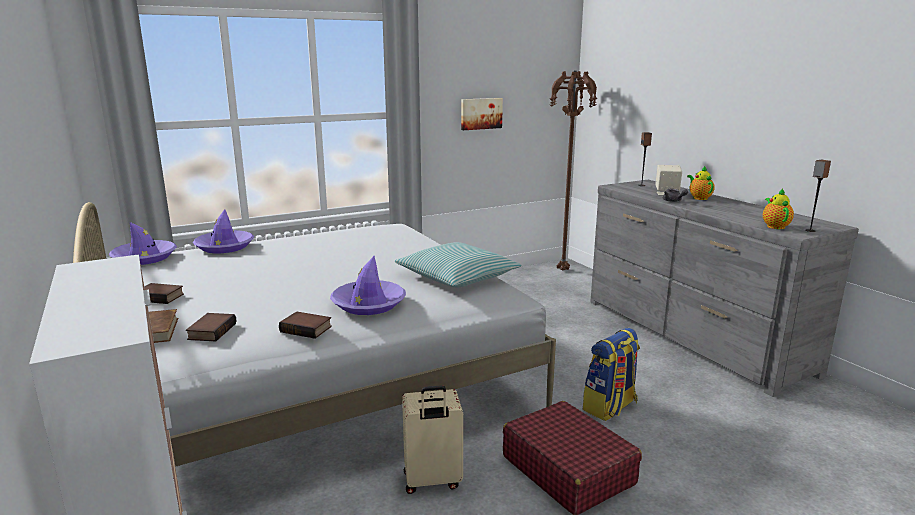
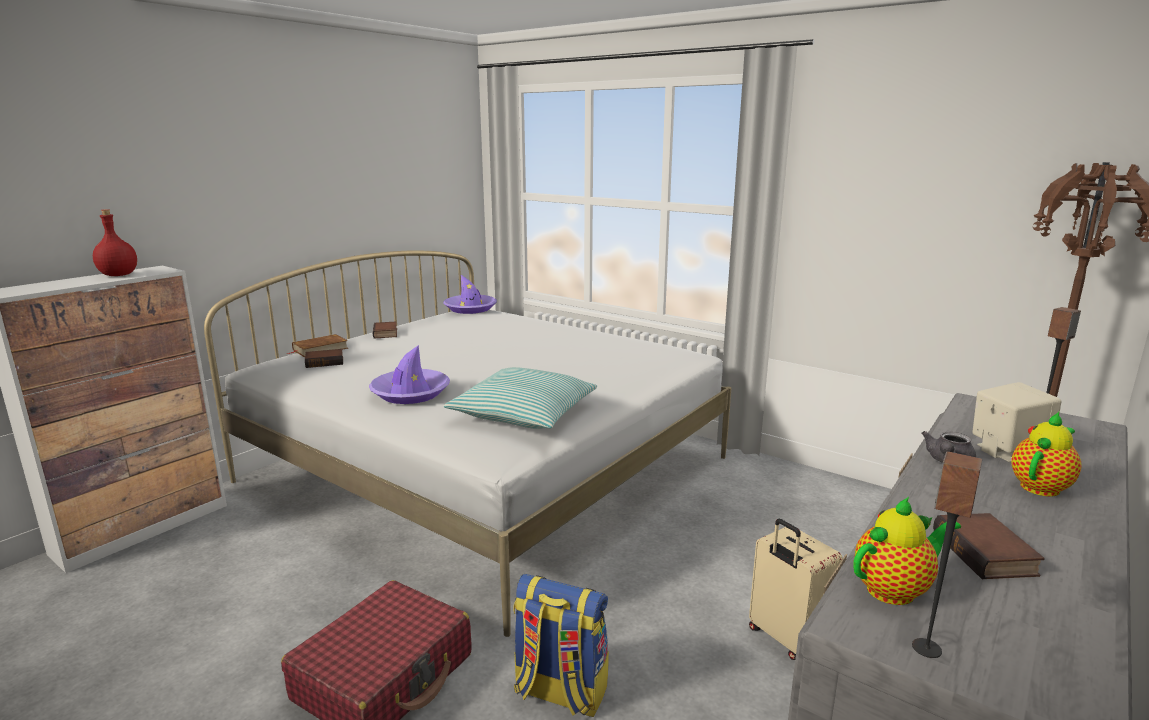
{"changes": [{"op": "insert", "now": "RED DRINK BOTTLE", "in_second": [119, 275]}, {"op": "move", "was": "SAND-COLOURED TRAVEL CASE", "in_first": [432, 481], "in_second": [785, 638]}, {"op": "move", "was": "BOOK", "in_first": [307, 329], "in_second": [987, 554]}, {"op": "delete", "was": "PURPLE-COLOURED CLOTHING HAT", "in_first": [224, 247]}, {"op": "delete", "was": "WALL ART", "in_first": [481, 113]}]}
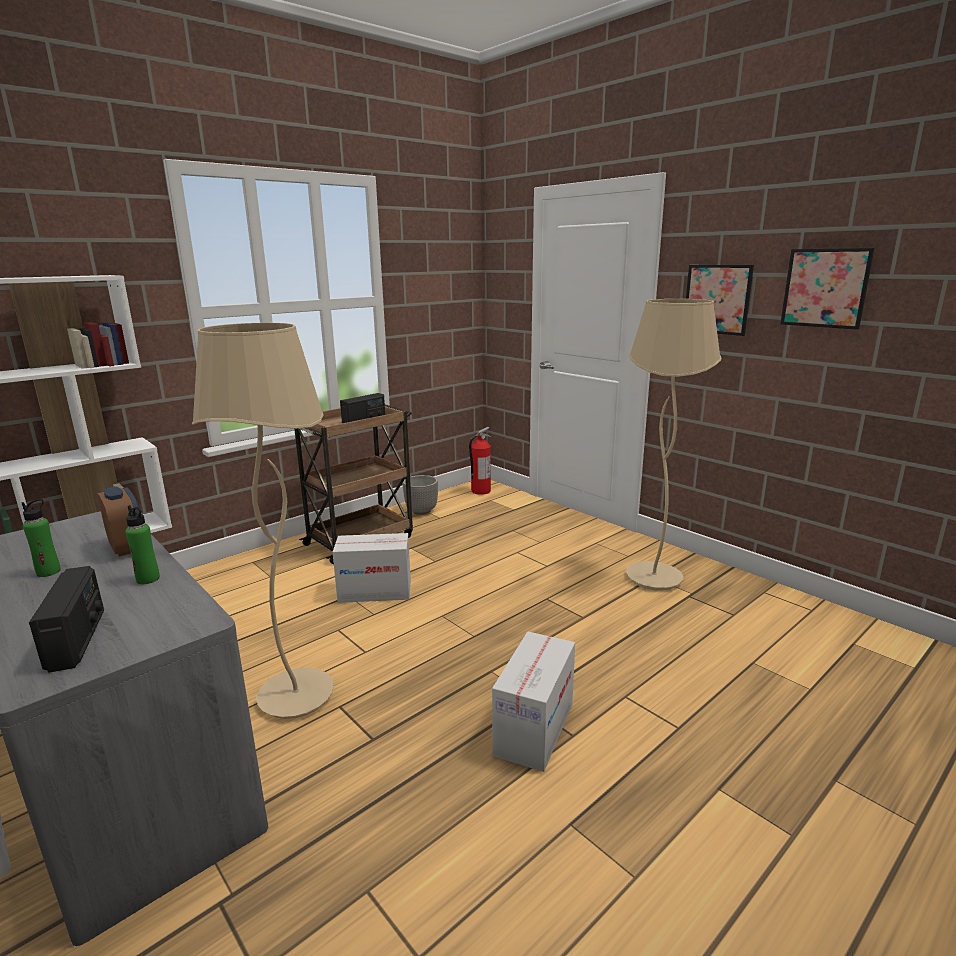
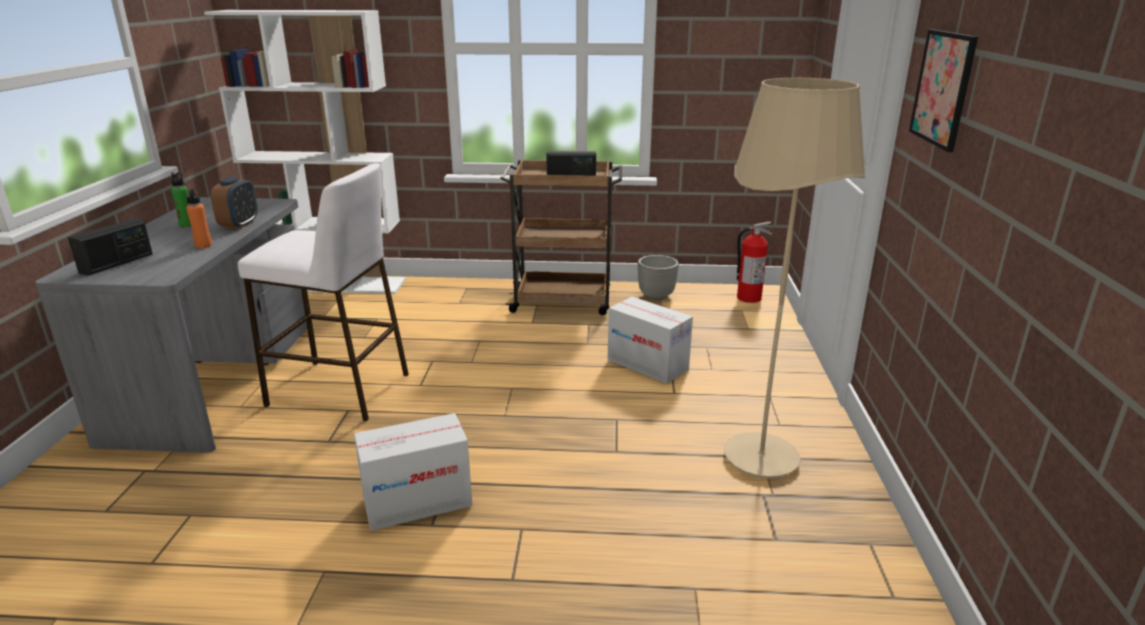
{"changes": [{"op": "recolor", "was": "GREEN-COLOURED DRINK BOTTLE", "now": "ORANGEY DRINK BOTTLE", "in_first": [148, 579], "in_second": [203, 245]}, {"op": "replace", "was": "SAND-COLOURED STANDARD LAMP", "now": "WHITISH SITTING STOOL", "in_first": [296, 696], "in_second": [340, 390]}, {"op": "move", "was": "CARTON", "in_first": [375, 591], "in_second": [648, 364]}, {"op": "delete", "was": "WALL ART", "in_first": [825, 288]}]}
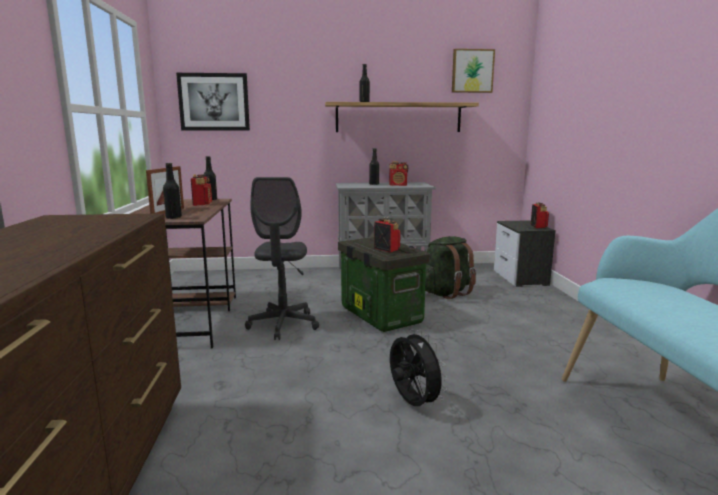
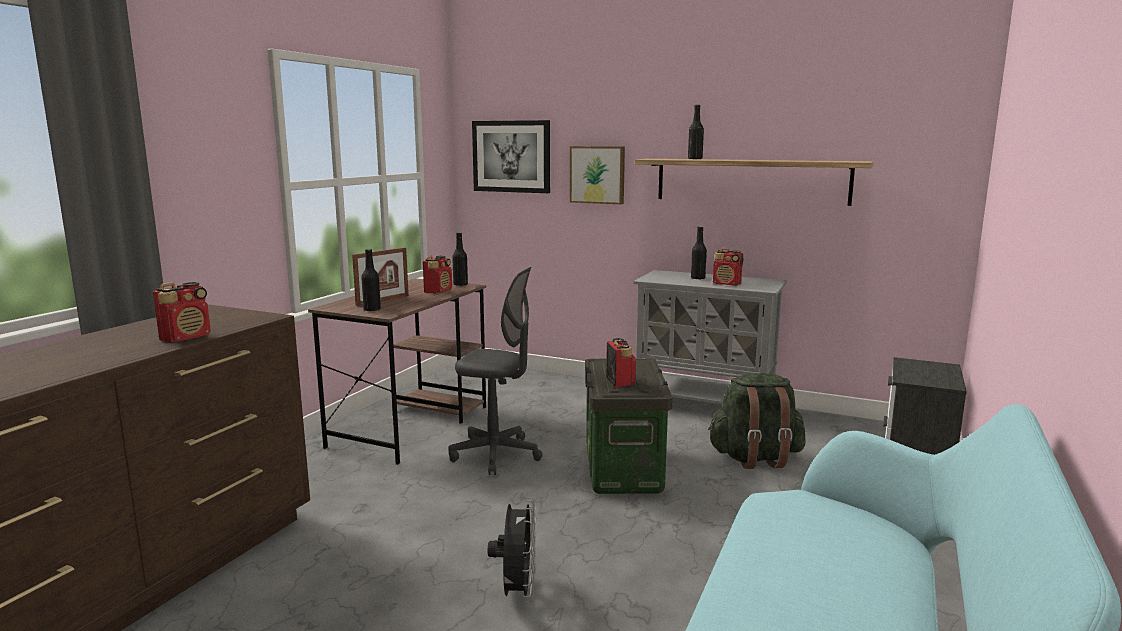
{"changes": [{"op": "move", "was": "RADIO SET", "in_first": [538, 226], "in_second": [187, 337]}, {"op": "rotate", "was": "GREY OFFICE CHAIR", "in_first": [283, 325], "in_second": [496, 455], "clockwise": -105}, {"op": "move", "was": "WALL ART", "in_first": [472, 71], "in_second": [597, 174]}]}
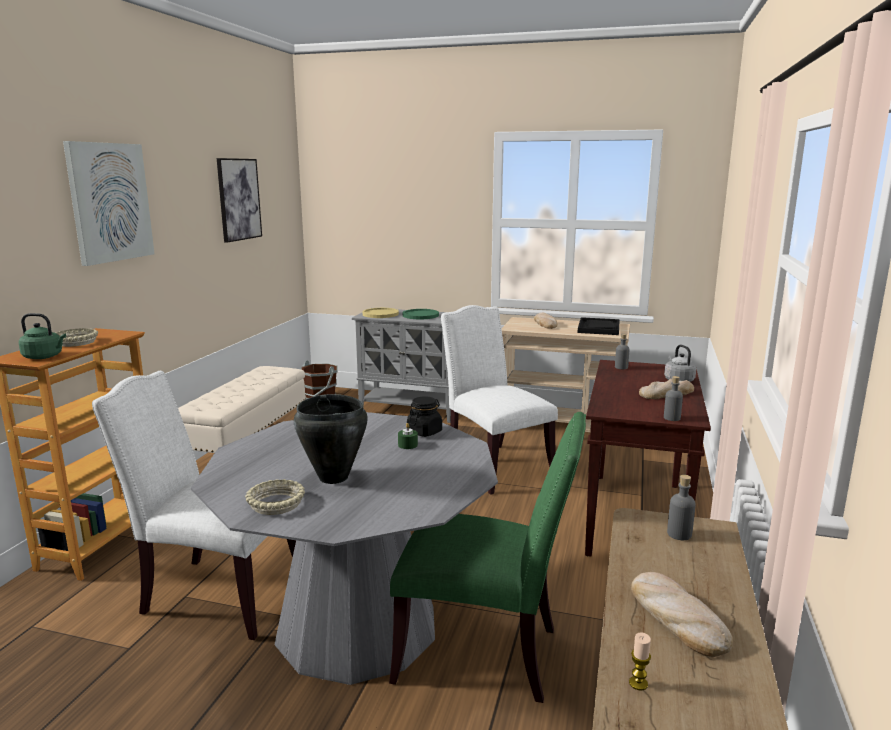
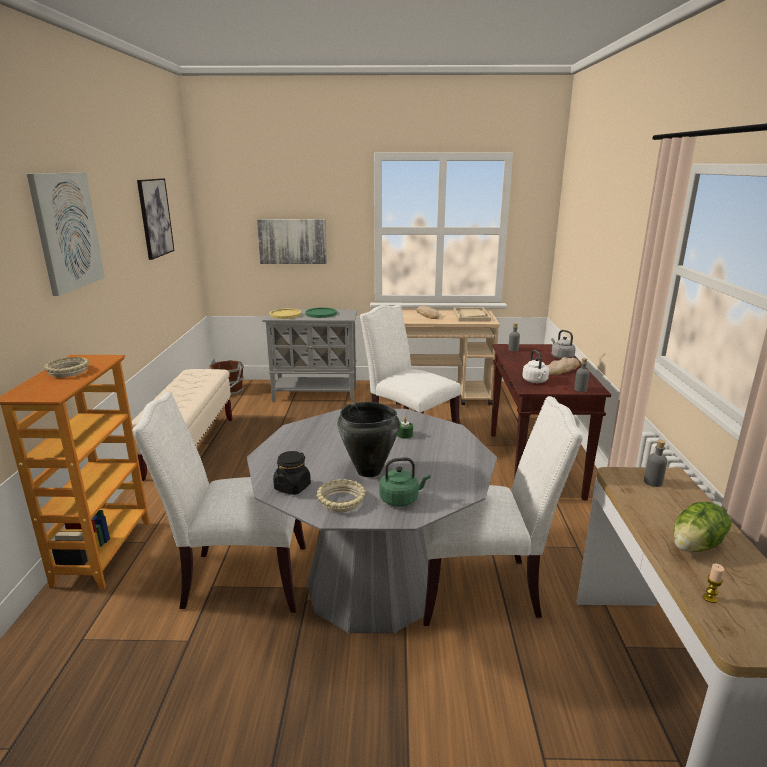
{"changes": [{"op": "insert", "now": "WALL ART", "in_second": [292, 241]}, {"op": "move", "was": "BLACK PRESERVE JAR", "in_first": [424, 432], "in_second": [292, 487]}, {"op": "move", "was": "GREEN-COLOURED KETTLE", "in_first": [45, 357], "in_second": [401, 499]}, {"op": "recolor", "was": "GREEN-COLOURED PLAIN CHAIR", "now": "WHITISH PLAIN CHAIR", "in_first": [485, 653], "in_second": [481, 587]}, {"op": "recolor", "was": "BLACK TRAY", "now": "SAND-COLOURED TRAY", "in_first": [598, 328], "in_second": [471, 316]}, {"op": "insert", "now": "WHITISH KETTLE", "in_second": [535, 381]}, {"op": "replace", "was": "BAKED BREAD", "now": "LETTUCE", "in_first": [676, 617], "in_second": [697, 545]}]}
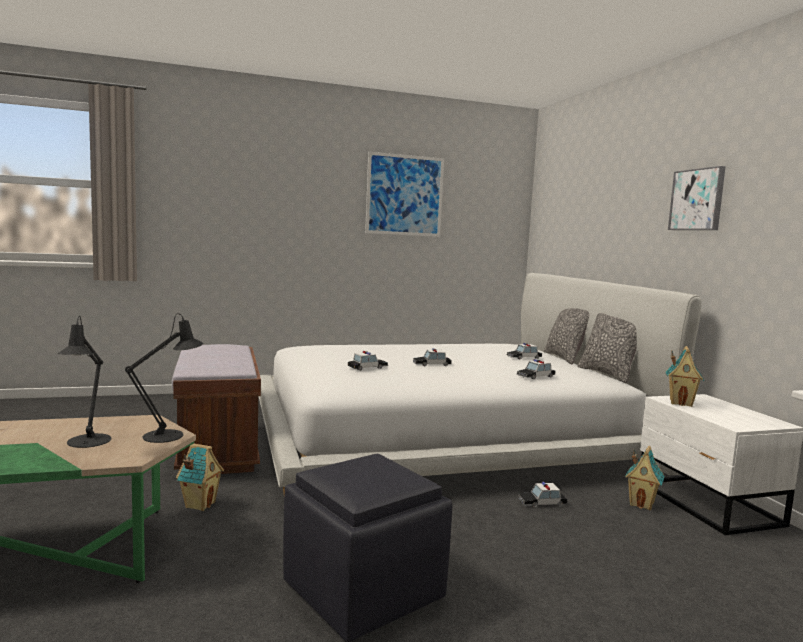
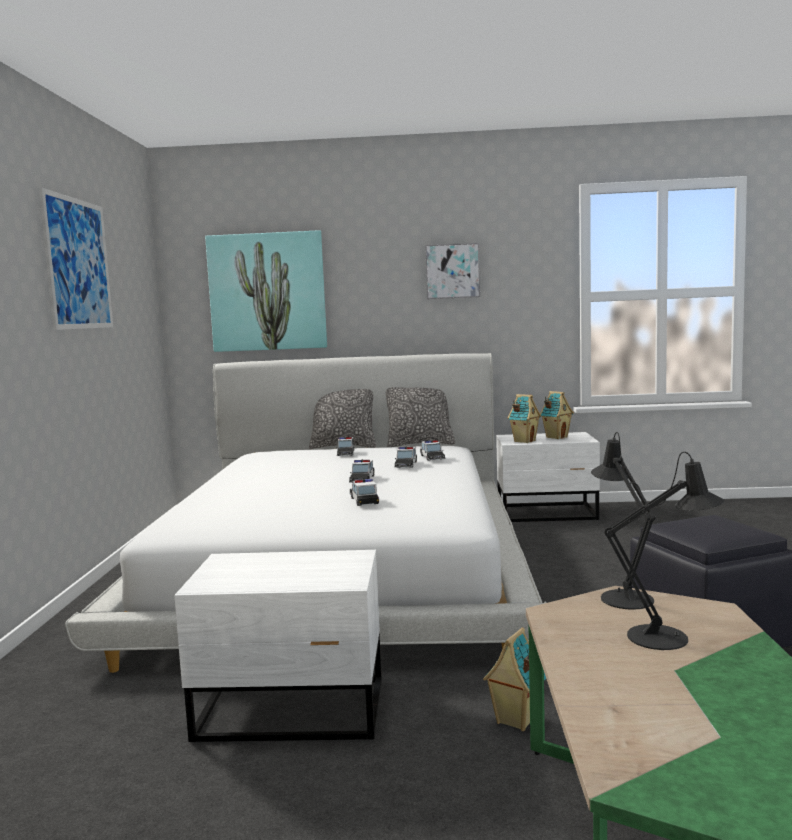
{"changes": [{"op": "replace", "was": "BROWNISH BENCH", "now": "WHITISH NIGHTSTAND", "in_first": [218, 448], "in_second": [293, 711]}, {"op": "insert", "now": "WALL ART", "in_second": [267, 292]}, {"op": "move", "was": "MODEL CAR", "in_first": [541, 503], "in_second": [406, 465]}, {"op": "move", "was": "TOY HOUSE", "in_first": [642, 504], "in_second": [556, 437]}]}
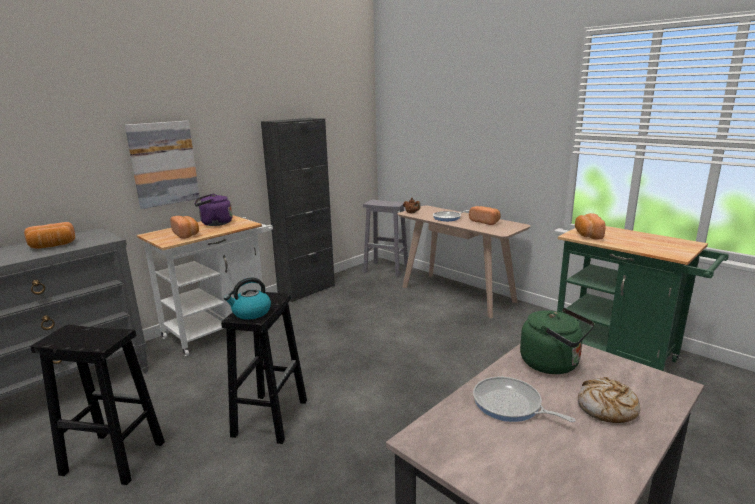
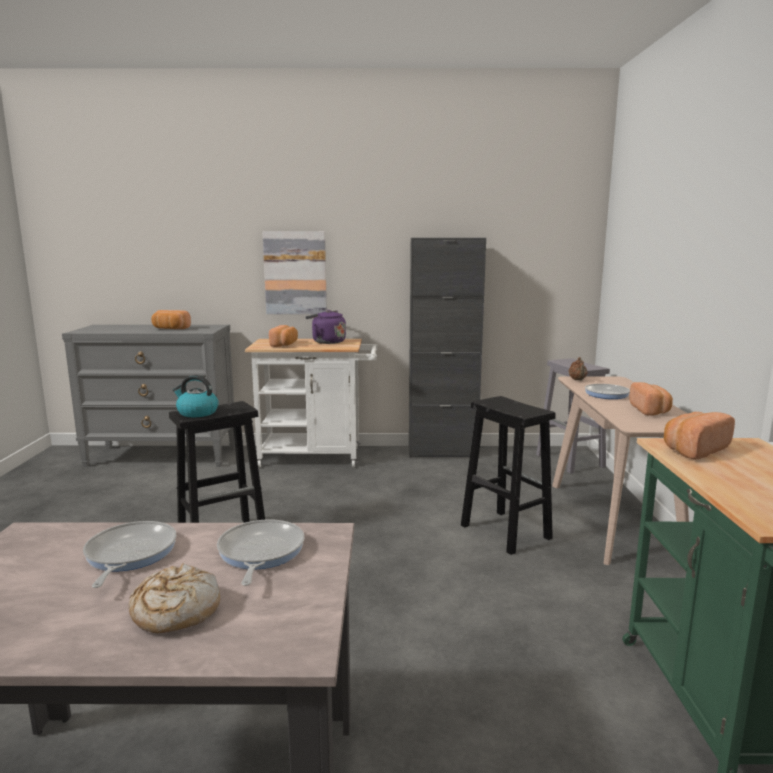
{"changes": [{"op": "replace", "was": "GREEN-COLOURED KETTLE", "now": "FRYING PAN", "in_first": [553, 364], "in_second": [260, 553]}, {"op": "move", "was": "BLACK SITTING STOOL", "in_first": [112, 458], "in_second": [504, 531]}]}
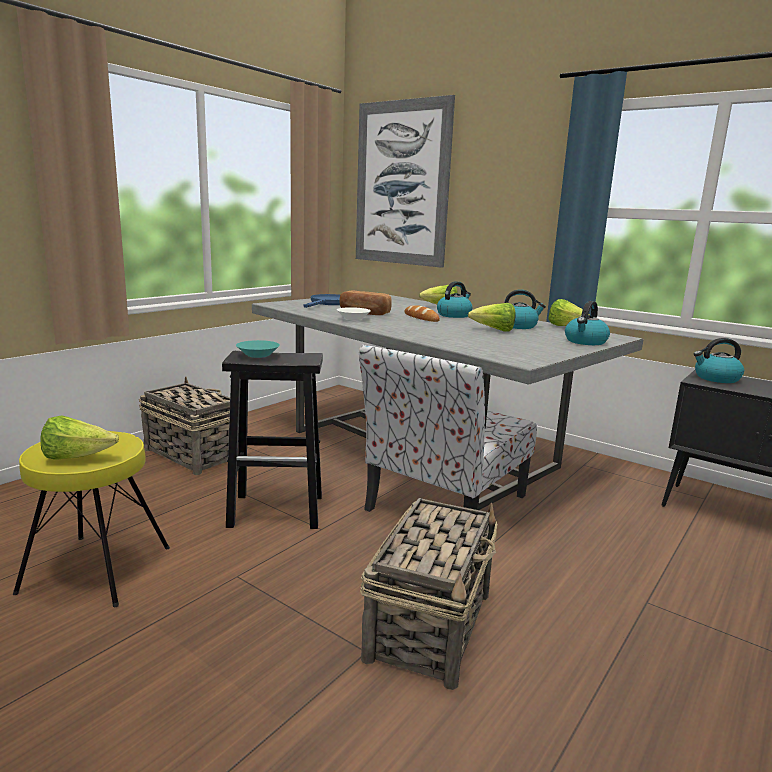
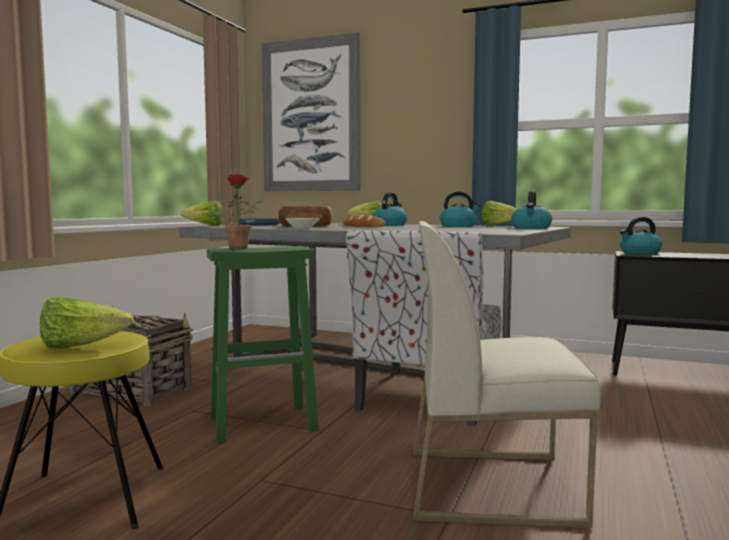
{"changes": [{"op": "move", "was": "LETTUCE", "in_first": [494, 330], "in_second": [205, 226]}, {"op": "recolor", "was": "BLACK SITTING STOOL", "now": "GREEN-COLOURED SITTING STOOL", "in_first": [278, 511], "in_second": [264, 422]}, {"op": "replace", "was": "TURQUOISE-COLOURED SERVING BOWL", "now": "HOUSEPLANT", "in_first": [258, 356], "in_second": [241, 248]}, {"op": "replace", "was": "HOUSEHOLD BASKET", "now": "WHITISH PLAIN CHAIR", "in_first": [430, 624], "in_second": [492, 485]}]}
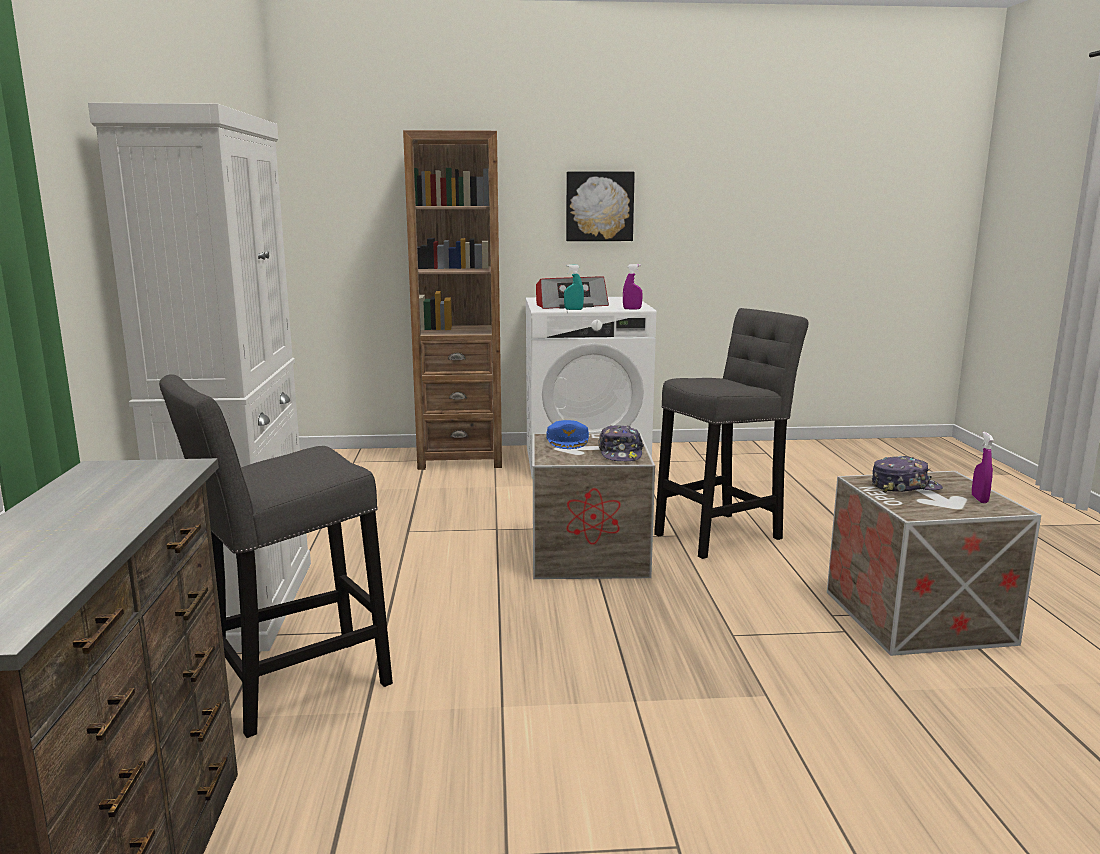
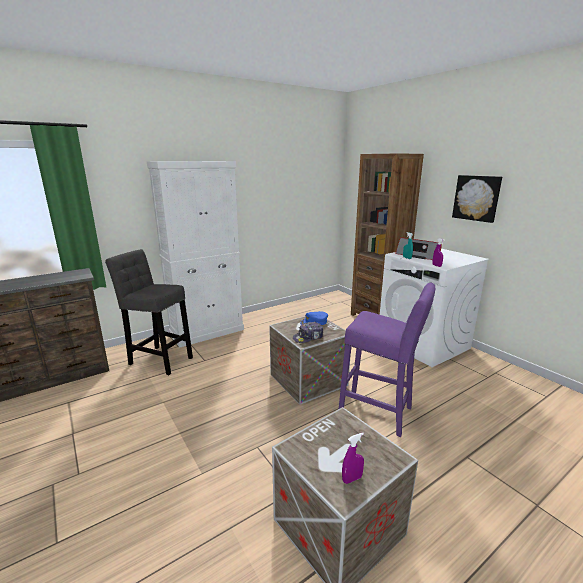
{"changes": [{"op": "recolor", "was": "GREY SITTING STOOL", "now": "PURPLE-COLOURED SITTING STOOL", "in_first": [723, 534], "in_second": [379, 413]}, {"op": "delete", "was": "CAP", "in_first": [904, 486]}]}
